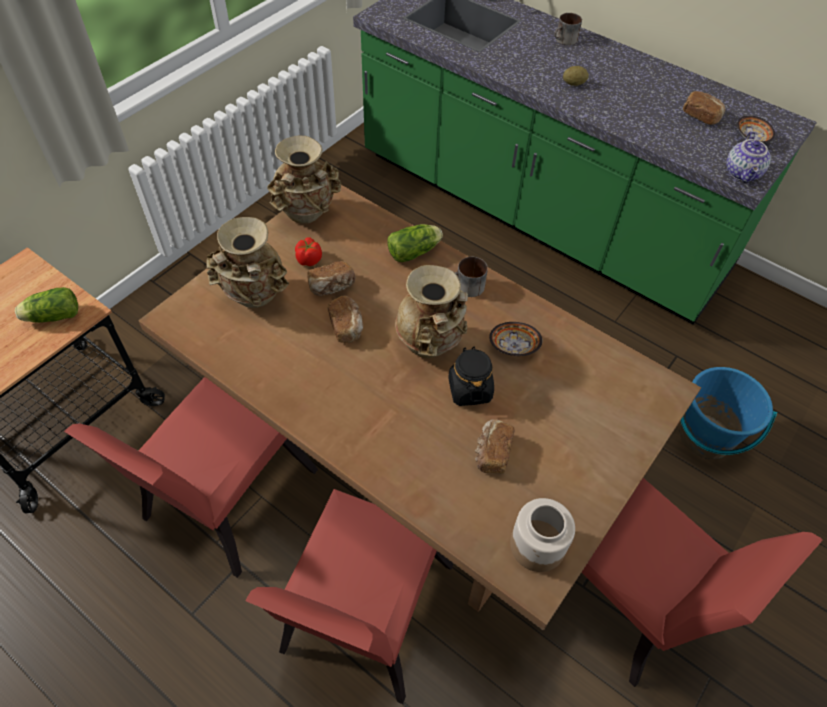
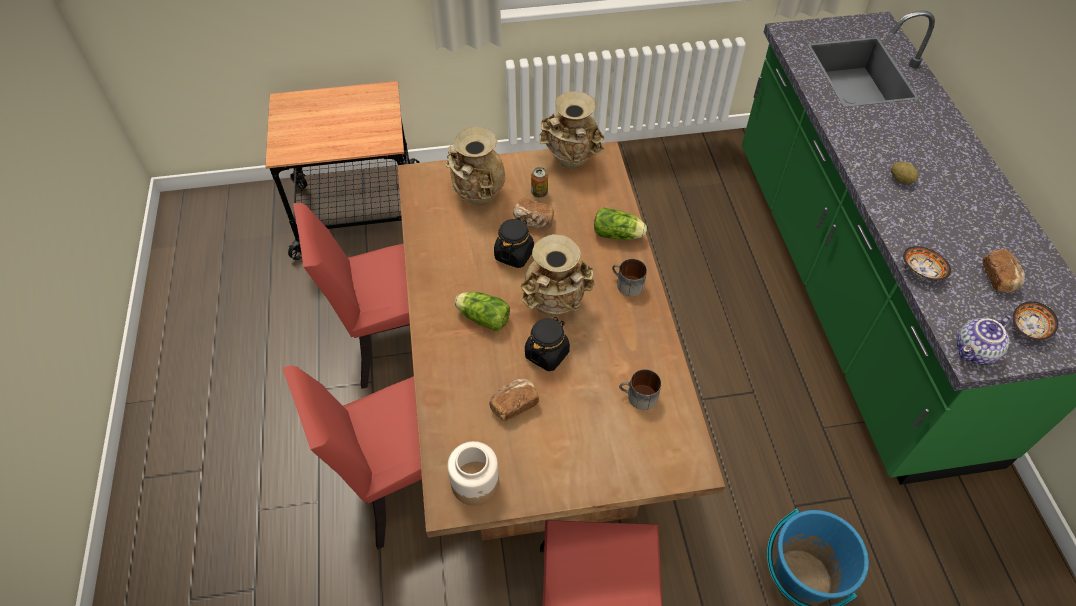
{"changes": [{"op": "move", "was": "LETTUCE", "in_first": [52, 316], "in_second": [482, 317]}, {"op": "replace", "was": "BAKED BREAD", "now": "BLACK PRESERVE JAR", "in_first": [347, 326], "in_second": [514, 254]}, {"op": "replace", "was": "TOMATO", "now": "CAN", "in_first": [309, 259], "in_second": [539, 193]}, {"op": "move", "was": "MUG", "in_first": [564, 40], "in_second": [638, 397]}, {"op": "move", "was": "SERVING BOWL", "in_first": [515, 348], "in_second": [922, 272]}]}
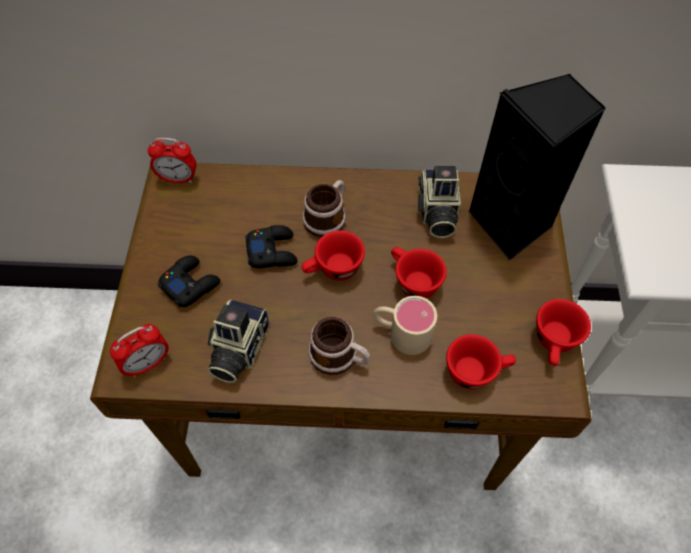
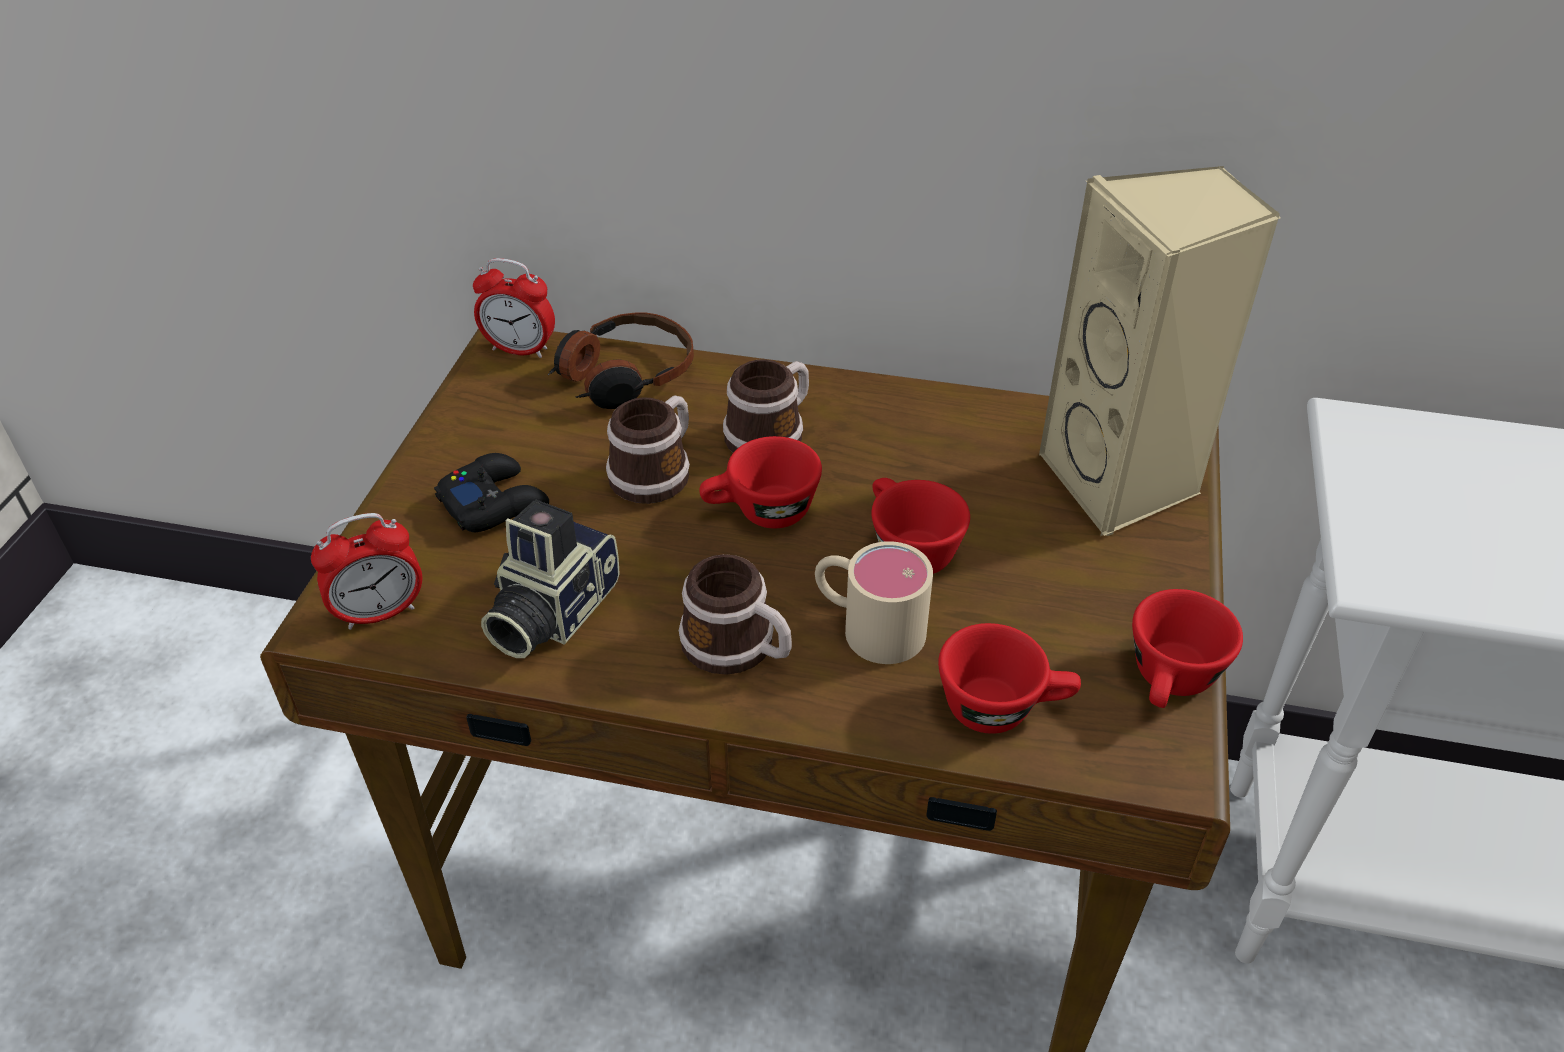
{"changes": [{"op": "insert", "now": "PAIR OF HEADPHONES", "in_second": [624, 376]}, {"op": "replace", "was": "BLACK JOYPAD", "now": "MUG", "in_first": [272, 251], "in_second": [657, 471]}, {"op": "recolor", "was": "BLACK AUDIO SPEAKER", "now": "SAND-COLOURED AUDIO SPEAKER", "in_first": [513, 224], "in_second": [1122, 482]}, {"op": "delete", "was": "PHOTO CAMERA", "in_first": [436, 213]}]}
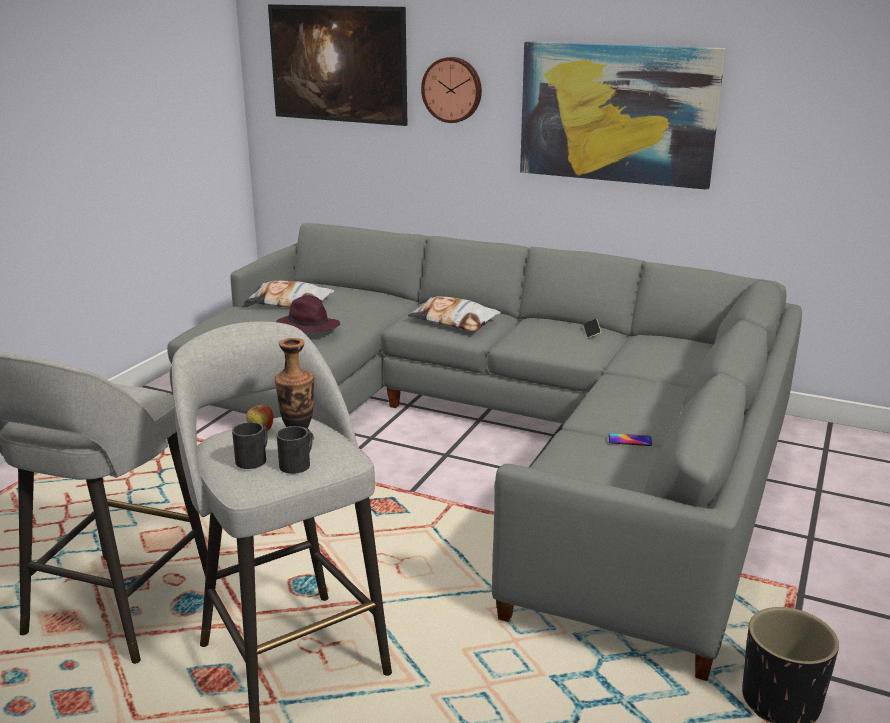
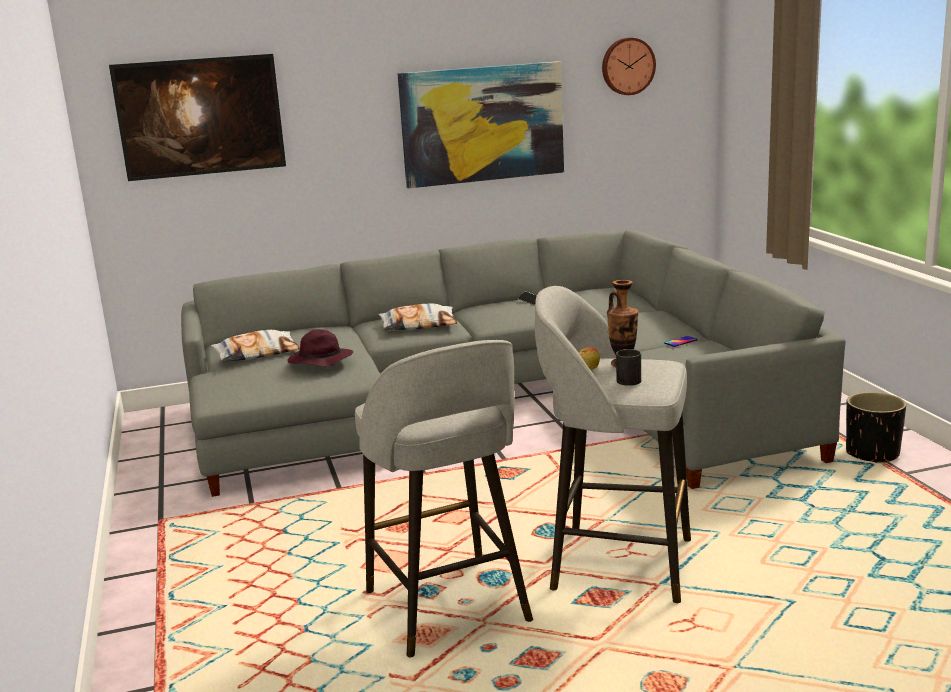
{"changes": [{"op": "move", "was": "HANGING CLOCK", "in_first": [452, 89], "in_second": [627, 66]}, {"op": "delete", "was": "BLACK MUG", "in_first": [298, 463]}]}
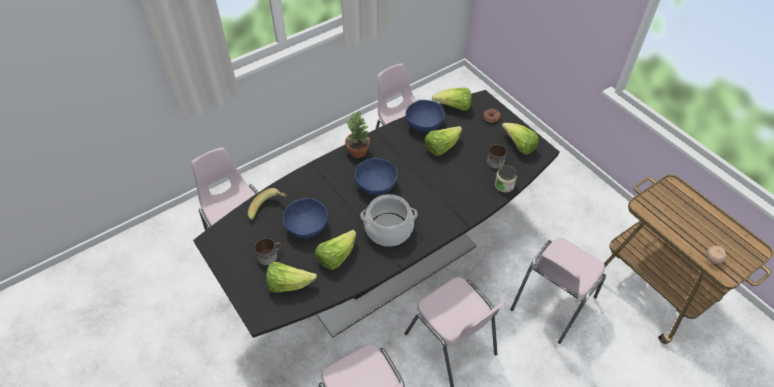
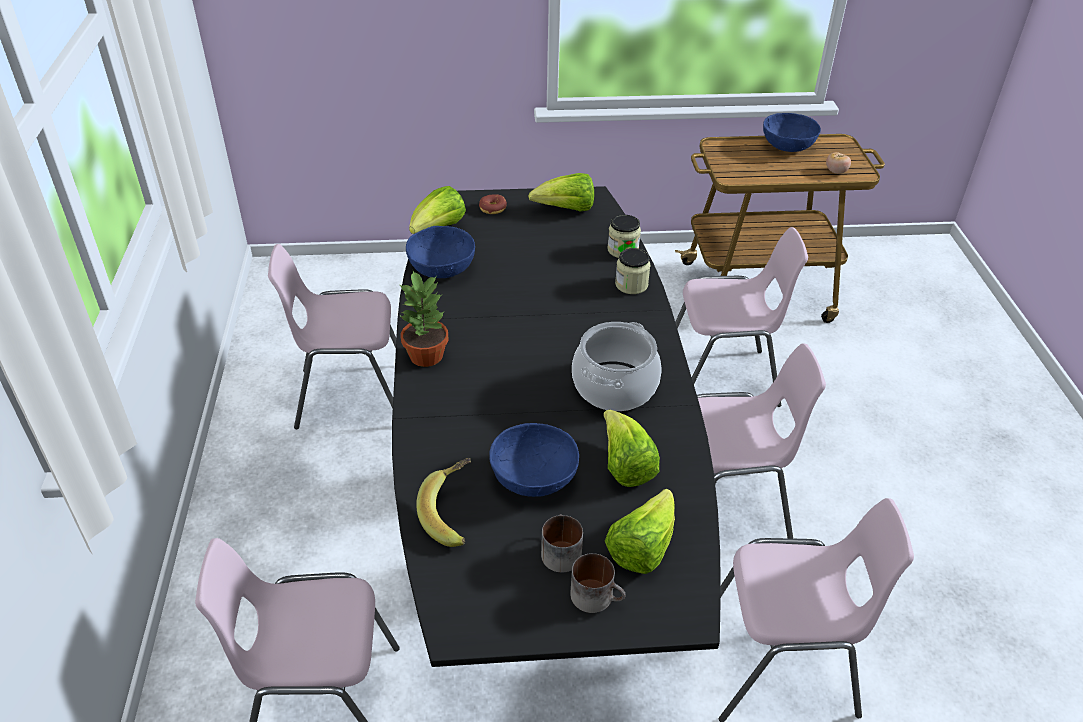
{"changes": [{"op": "move", "was": "MUG", "in_first": [496, 164], "in_second": [597, 596]}, {"op": "insert", "now": "PRESERVE JAR", "in_second": [631, 285]}, {"op": "rotate", "was": "PINKISH PLAIN CHAIR", "in_first": [551, 303], "in_second": [721, 380], "clockwise": -75}, {"op": "move", "was": "BLUISH SERVING BOWL", "in_first": [376, 184], "in_second": [787, 146]}, {"op": "delete", "was": "LETTUCE", "in_first": [441, 147]}]}
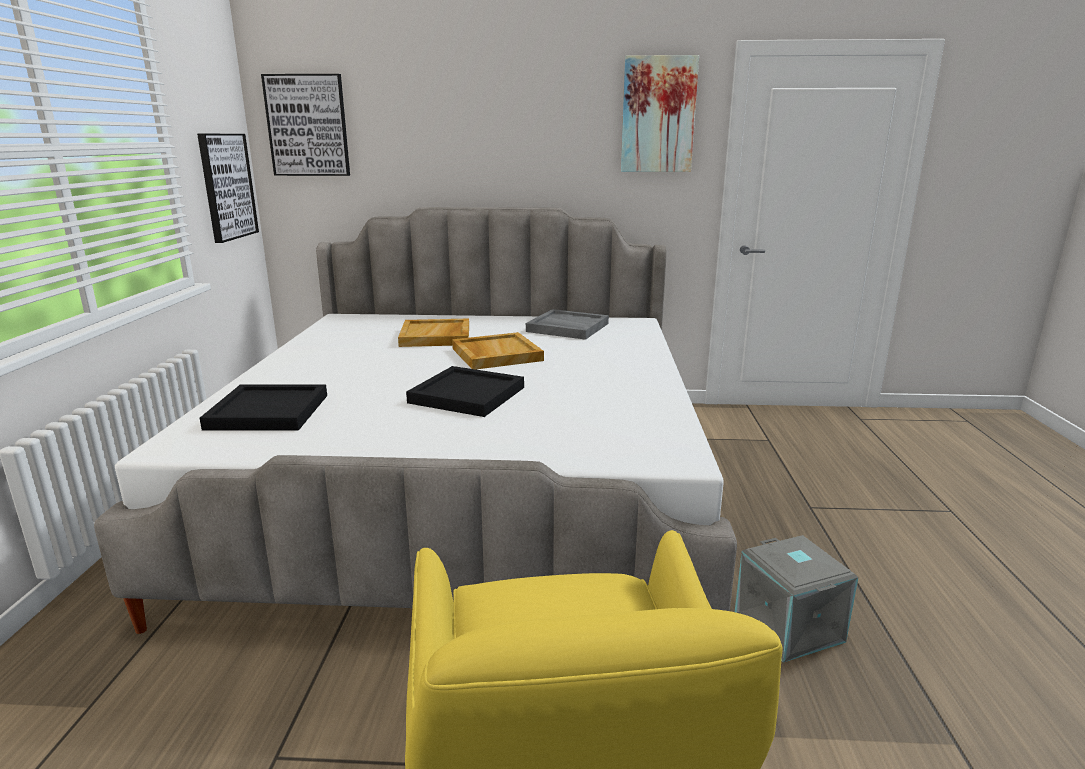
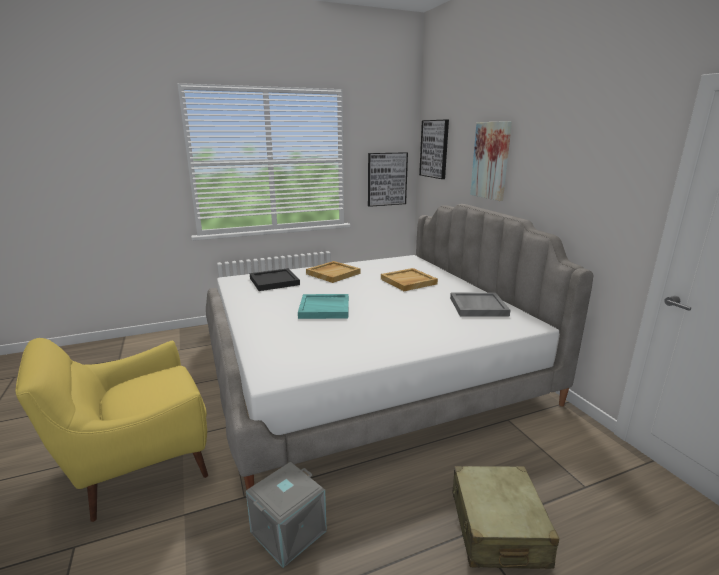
{"changes": [{"op": "recolor", "was": "BLACK TRAY", "now": "TURQUOISE-COLOURED TRAY", "in_first": [467, 394], "in_second": [325, 308]}, {"op": "move", "was": "SAND-COLOURED TRAY", "in_first": [496, 354], "in_second": [333, 273]}, {"op": "insert", "now": "SAND-COLOURED TRAVEL CASE", "in_second": [497, 528]}, {"op": "move", "was": "WALL ART", "in_first": [658, 115], "in_second": [491, 160]}]}
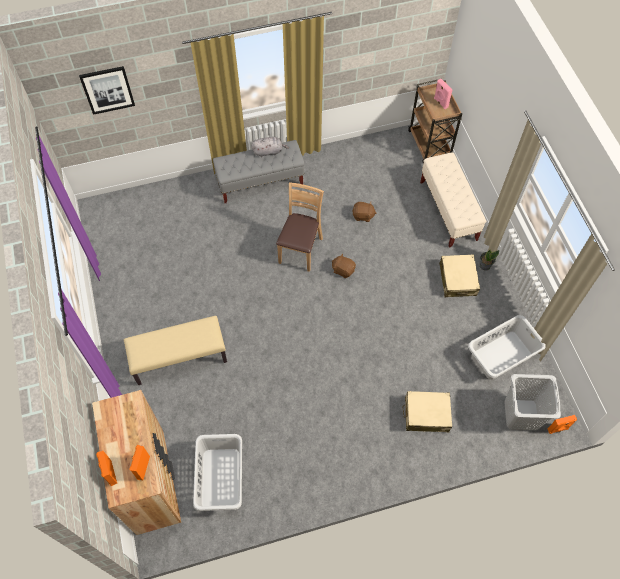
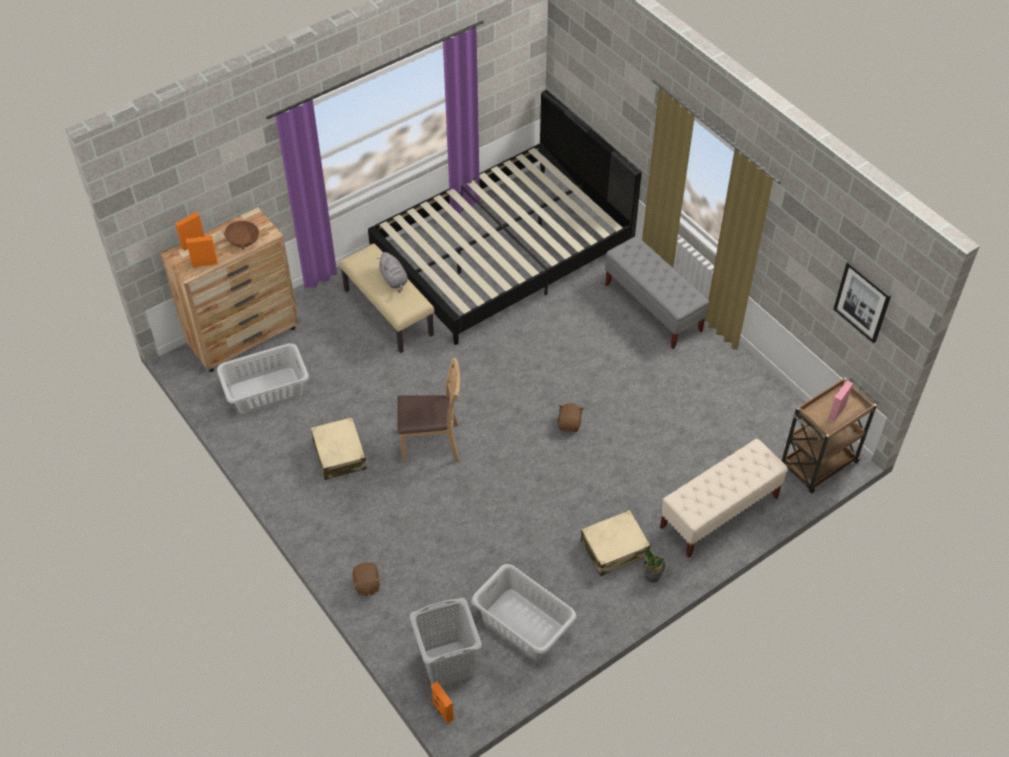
{"changes": [{"op": "insert", "now": "BROWNISH SERVING BOWL", "in_second": [243, 238]}, {"op": "move", "was": "SAND-COLOURED TRAVEL CASE", "in_first": [426, 414], "in_second": [339, 454]}, {"op": "move", "was": "BROWNISH PLUSH TOY", "in_first": [363, 216], "in_second": [366, 585]}, {"op": "insert", "now": "BLACK SLEEPING BED", "in_second": [503, 253]}, {"op": "move", "was": "GREY PLUSH TOY", "in_first": [269, 151], "in_second": [394, 280]}, {"op": "move", "was": "BROWNISH PLAIN CHAIR", "in_first": [300, 250], "in_second": [431, 444]}, {"op": "move", "was": "WALL ART", "in_first": [107, 90], "in_second": [862, 301]}]}
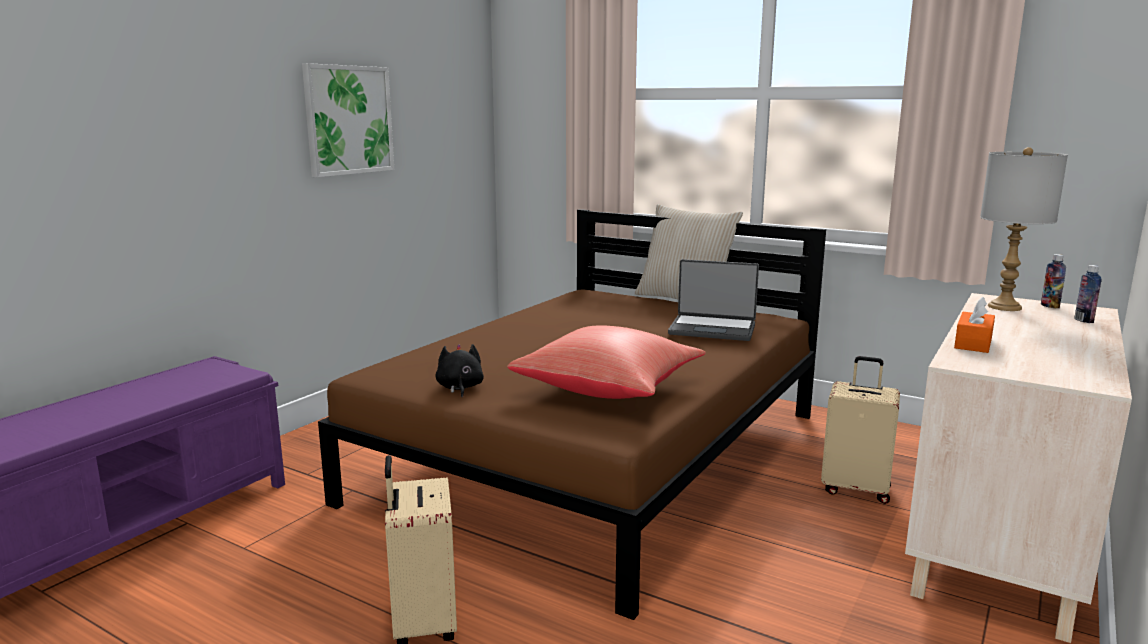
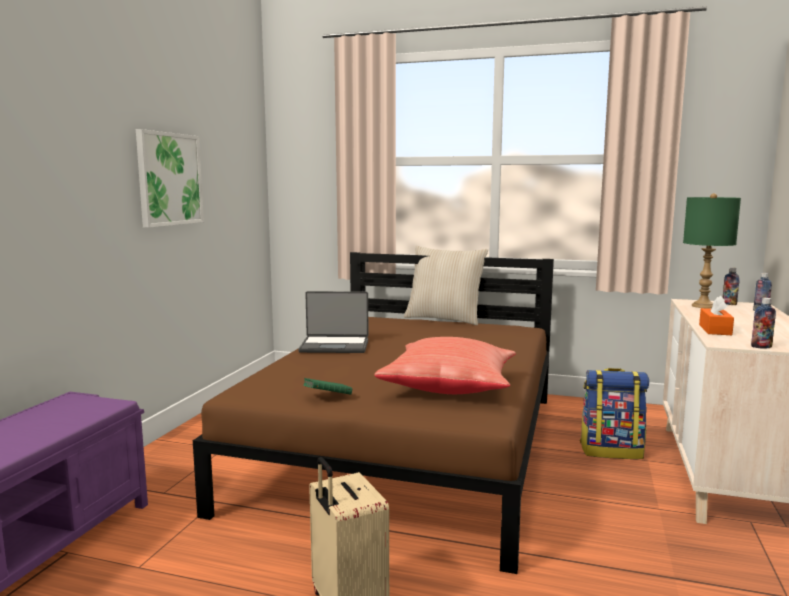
{"changes": [{"op": "move", "was": "LAPTOP", "in_first": [712, 329], "in_second": [335, 346]}, {"op": "replace", "was": "BLACK PLUSH TOY", "now": "GREEN-COLOURED BOOK", "in_first": [459, 388], "in_second": [327, 397]}, {"op": "replace", "was": "SAND-COLOURED TRAVEL CASE", "now": "KNAPSACK", "in_first": [856, 489], "in_second": [611, 450]}, {"op": "recolor", "was": "GREY TABLE LAMP", "now": "GREEN-COLOURED TABLE LAMP", "in_first": [1004, 307], "in_second": [703, 306]}, {"op": "insert", "now": "DRINK BOTTLE", "in_second": [761, 347]}]}
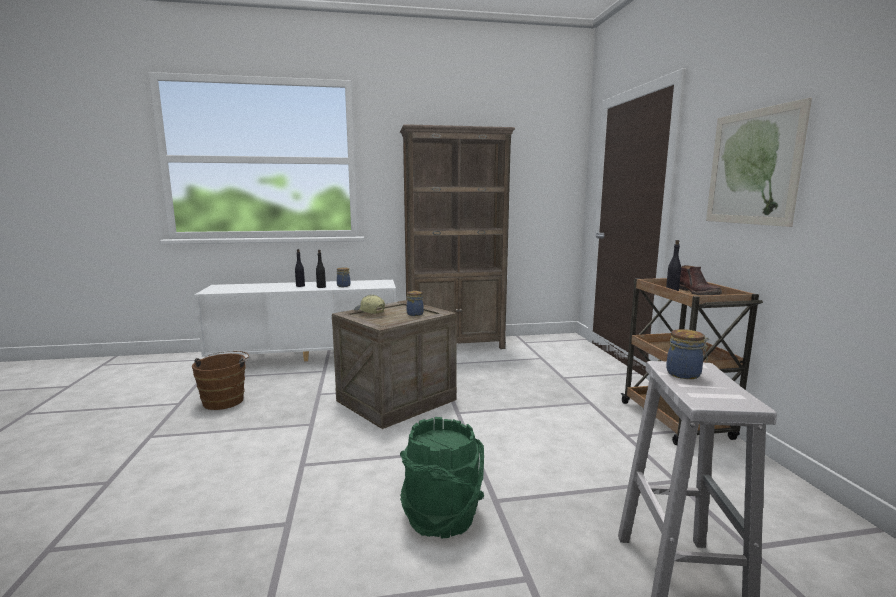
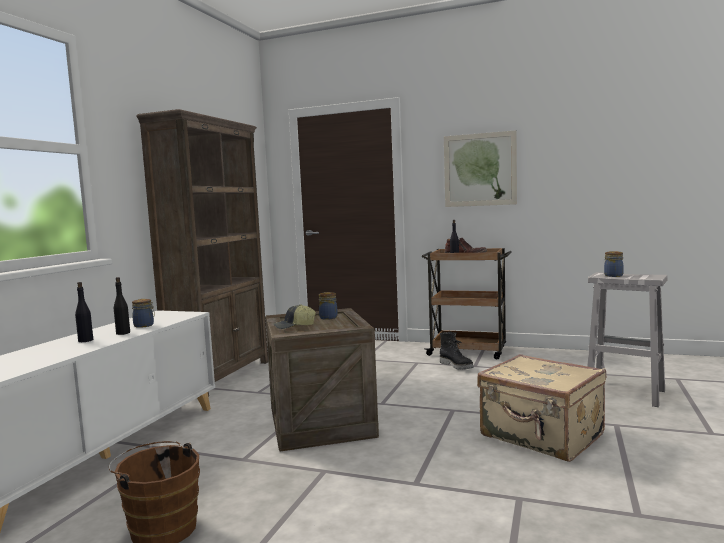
{"changes": [{"op": "insert", "now": "BLACK TALL BOOT", "in_second": [457, 366]}, {"op": "replace", "was": "GREEN-COLOURED BUCKET", "now": "SAND-COLOURED TRAVEL CASE", "in_first": [442, 517], "in_second": [541, 436]}]}
